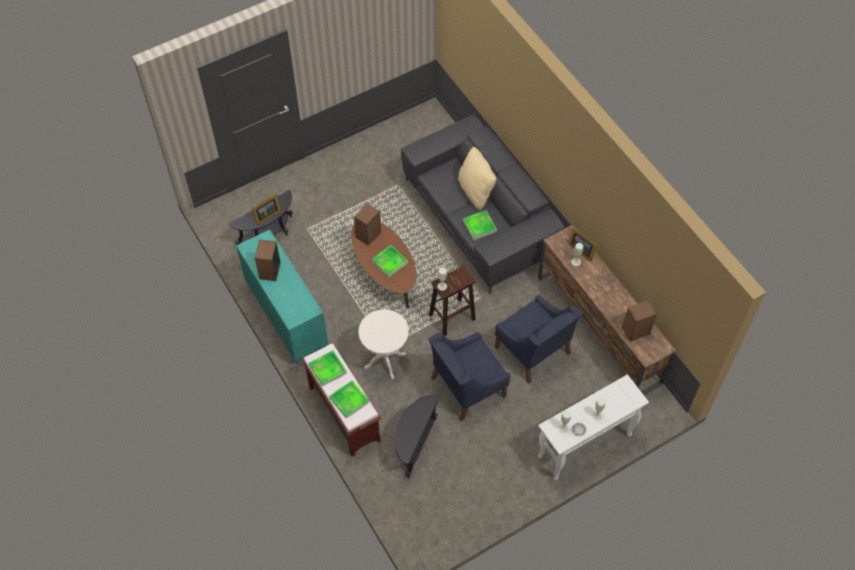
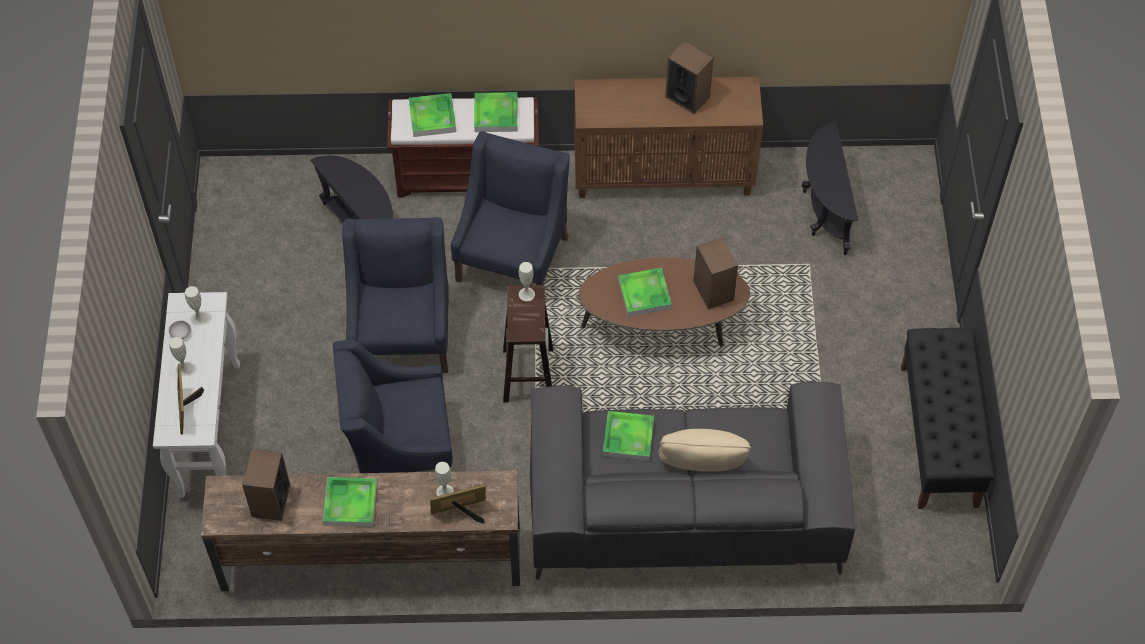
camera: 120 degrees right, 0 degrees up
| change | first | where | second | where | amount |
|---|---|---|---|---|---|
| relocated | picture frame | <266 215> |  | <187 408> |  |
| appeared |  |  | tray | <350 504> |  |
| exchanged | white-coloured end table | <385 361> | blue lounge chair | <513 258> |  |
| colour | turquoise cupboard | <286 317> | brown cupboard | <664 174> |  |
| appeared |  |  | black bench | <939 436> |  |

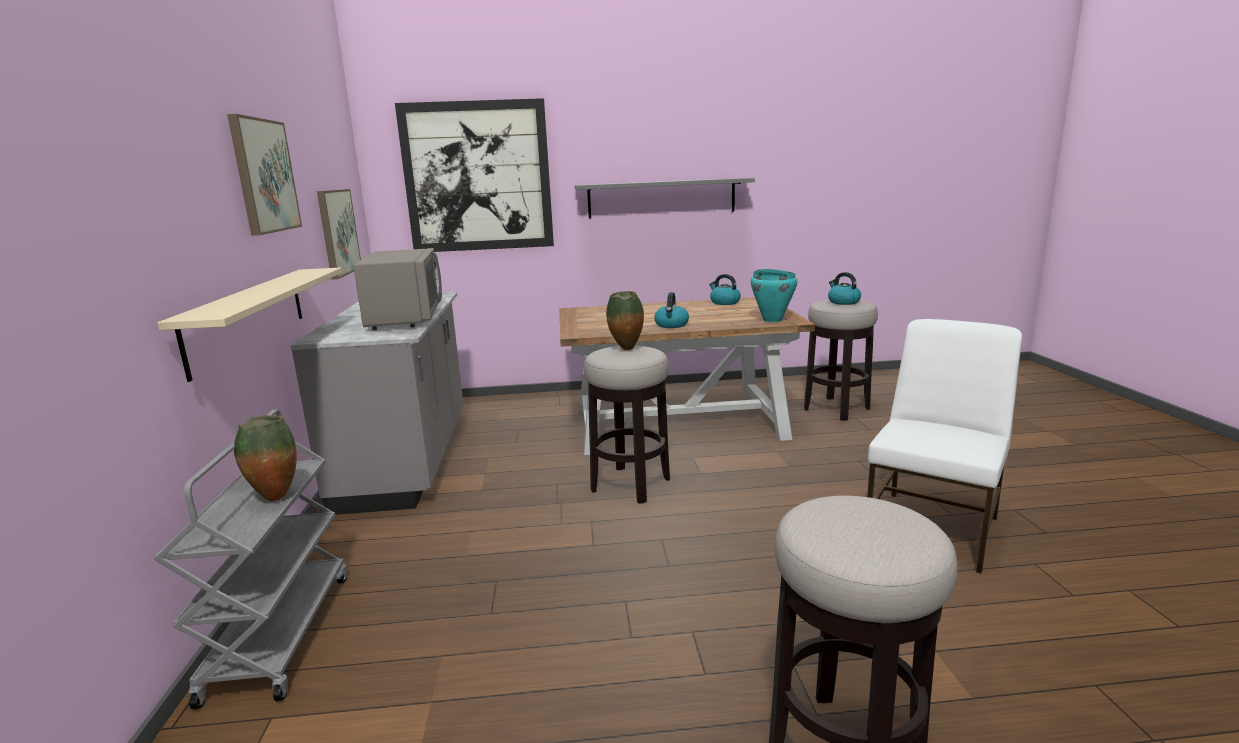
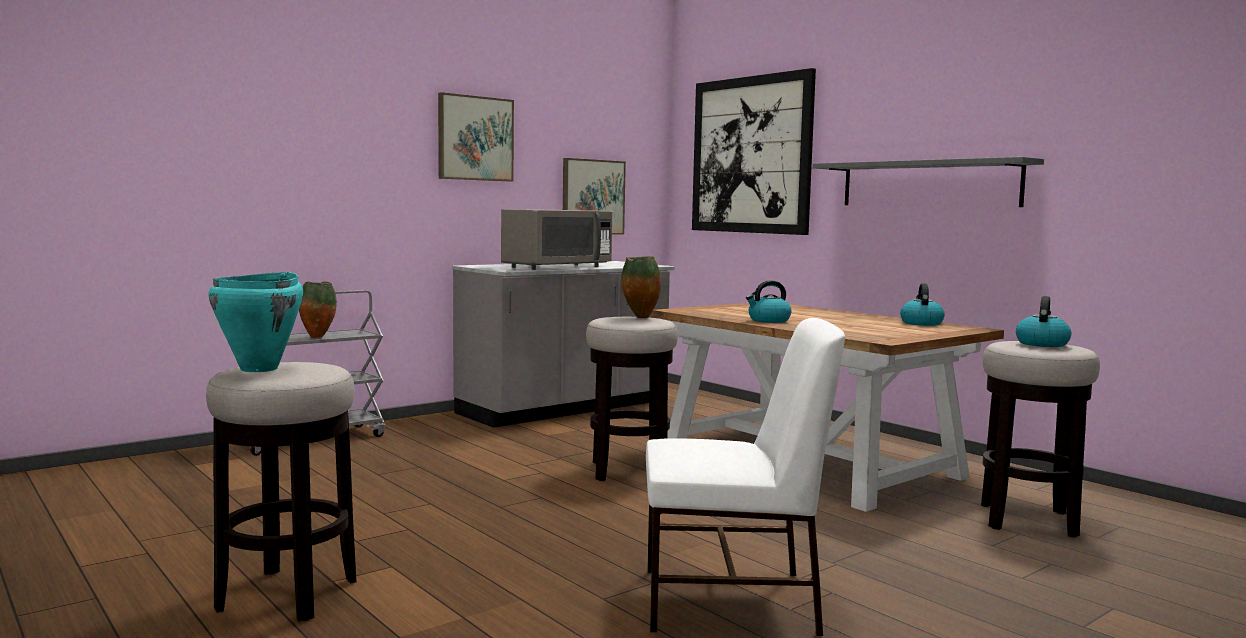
camera: 55 degrees right, 10 degrees down
| change | first | where | second | where | amount |
|---|---|---|---|---|---|
| relocated | turquoise cooking pot | <772 320> |  | <260 369> |  |
| missing | beige-coloured shelf | <248 317> |  |  |  |

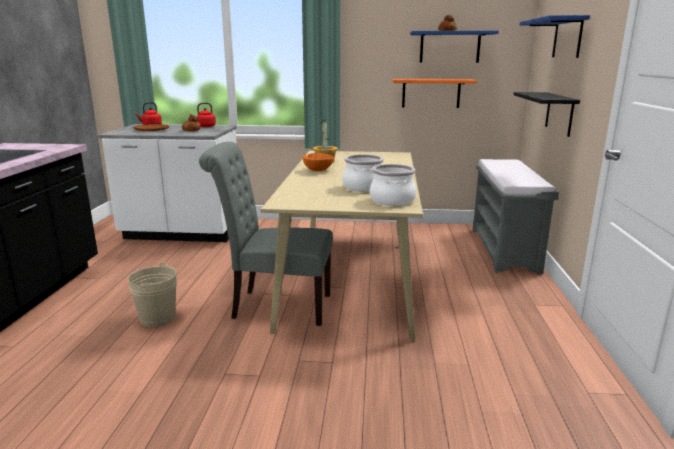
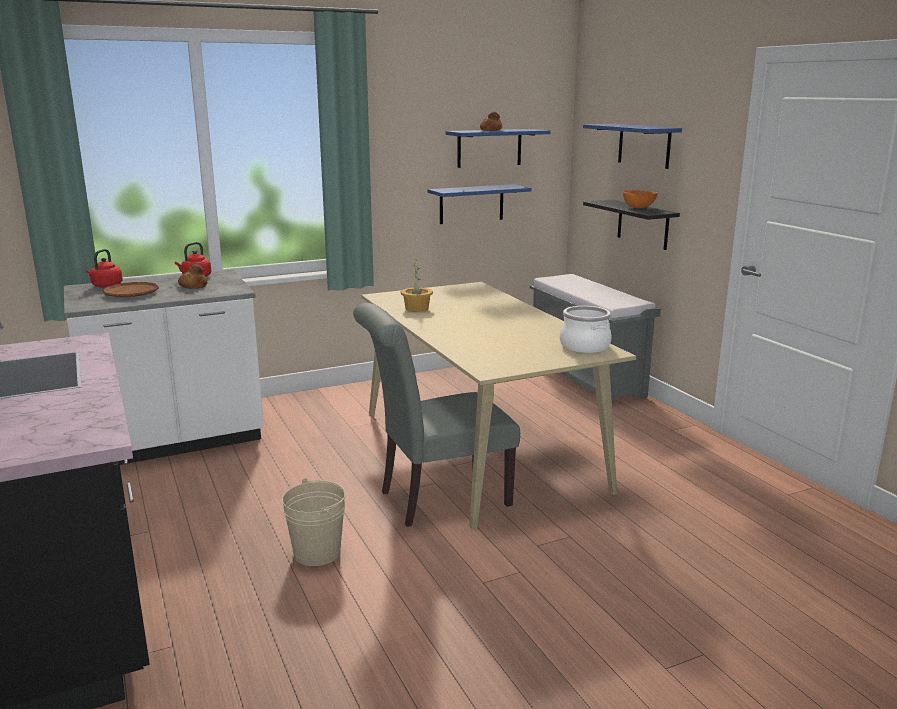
camera: 30 degrees left, 0 degrees up
| change | first | where | second | where | amount |
|---|---|---|---|---|---|
| colour | orange-coloured shelf | <431 93> | blue shelf | <471 204> |  |
| relocated | orange-coloured deep dish | <317 170> |  | <638 207> |  |
| missing | cooking pot | <362 187> |  |  |  |

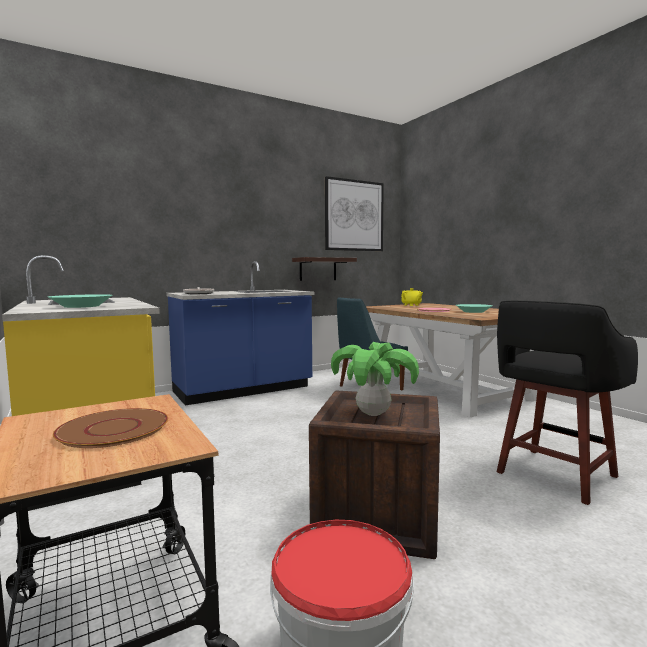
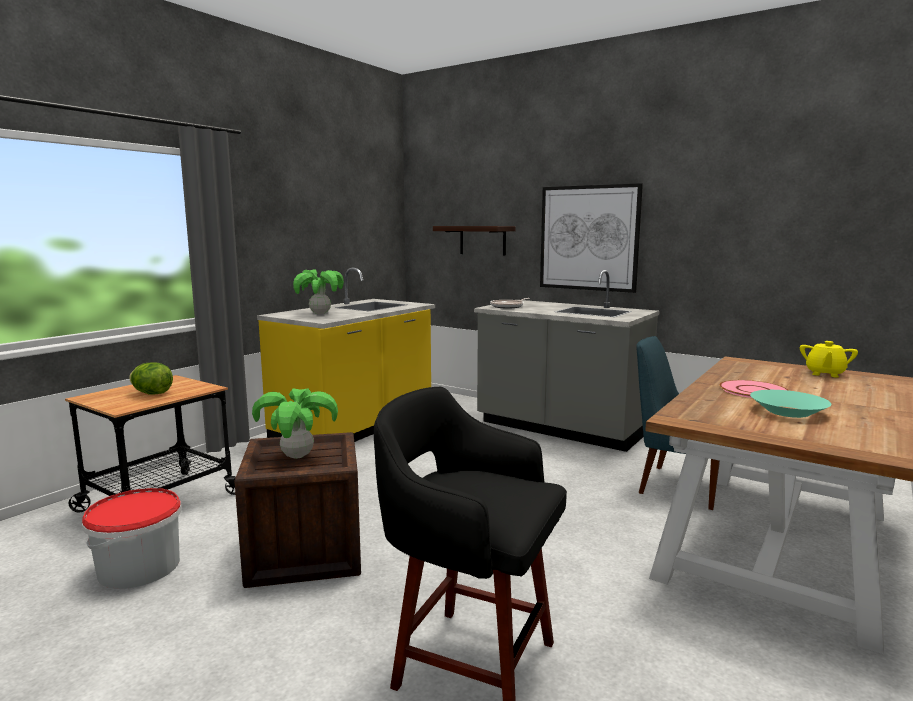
camera: 65 degrees right, 5 degrees up
| change | first | where | second | where | amount |
|---|---|---|---|---|---|
| exchanged | brown plate | <114 429> | lettuce head | <152 393> |  |
| exchanged | turquoise deep dish | <81 306> | plant in a pot | <320 313> |  |
| relocated | shelf | <318 269> |  | <482 240> |  |
| colour | blue counter | <243 390> | gray counter | <561 428> |  |
| relocated | wall picture | <354 215> |  | <588 238> |  |

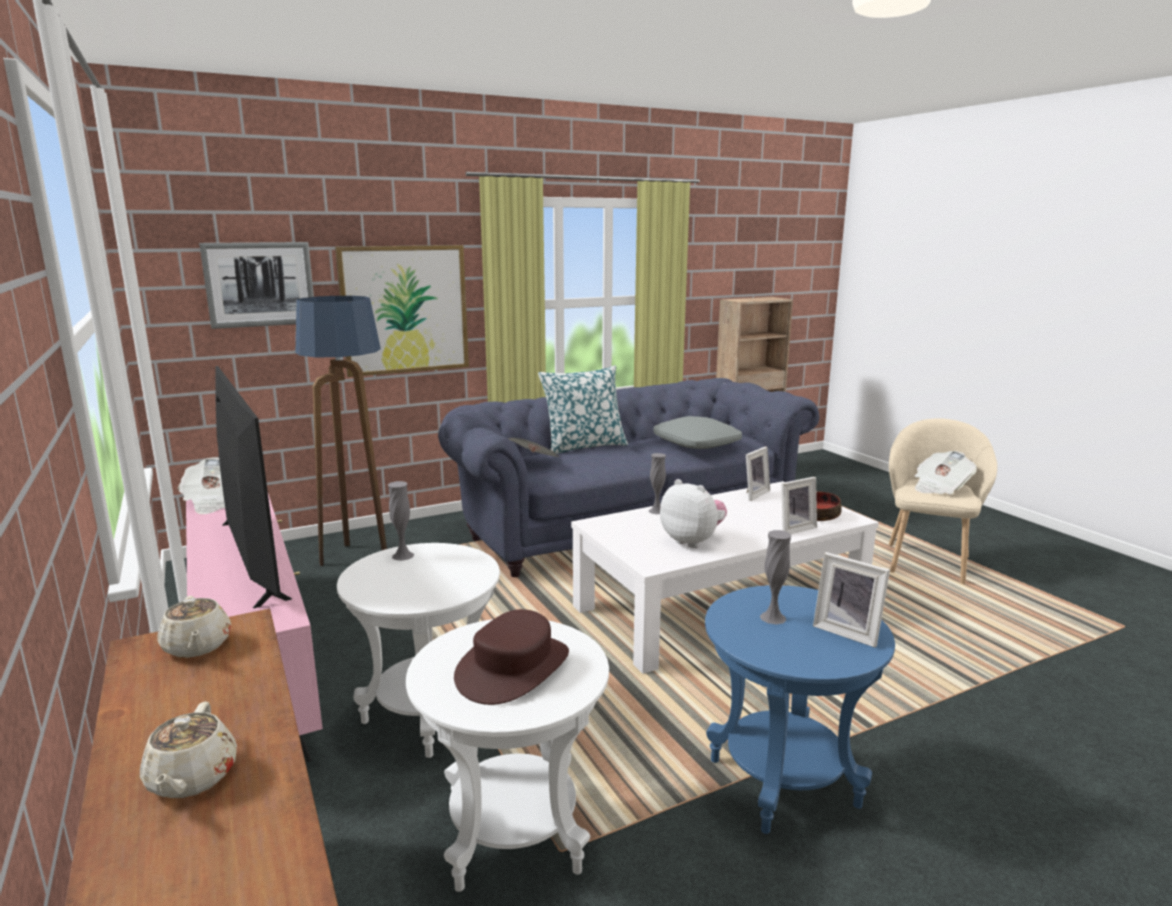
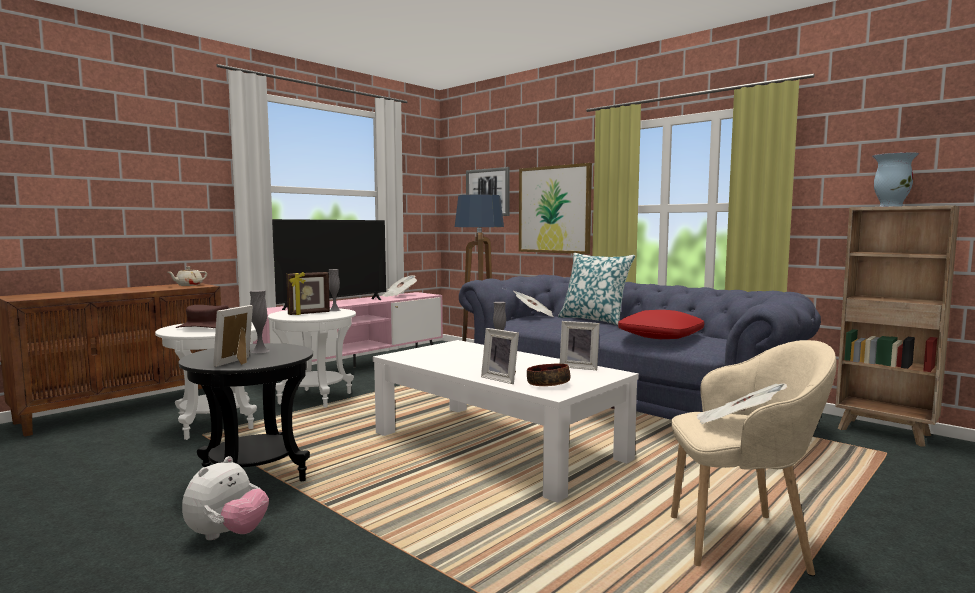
camera: 70 degrees right, 10 degrees down
| change | first | where | second | where | amount |
|---|---|---|---|---|---|
| colour | blue end table | <783 783> | black end table | <254 479> |  |
| relocated | cuddly toy | <692 541> |  | <227 535> |  |
| appeared |  |  | picture frame | <309 313> |  |
| colour | gray pillow | <696 443> | red pillow | <660 335> |  |
| appeared |  |  | flower vase | <890 206> |  |
| missing | beige-coloured teapot | <191 779> |  |  |  |

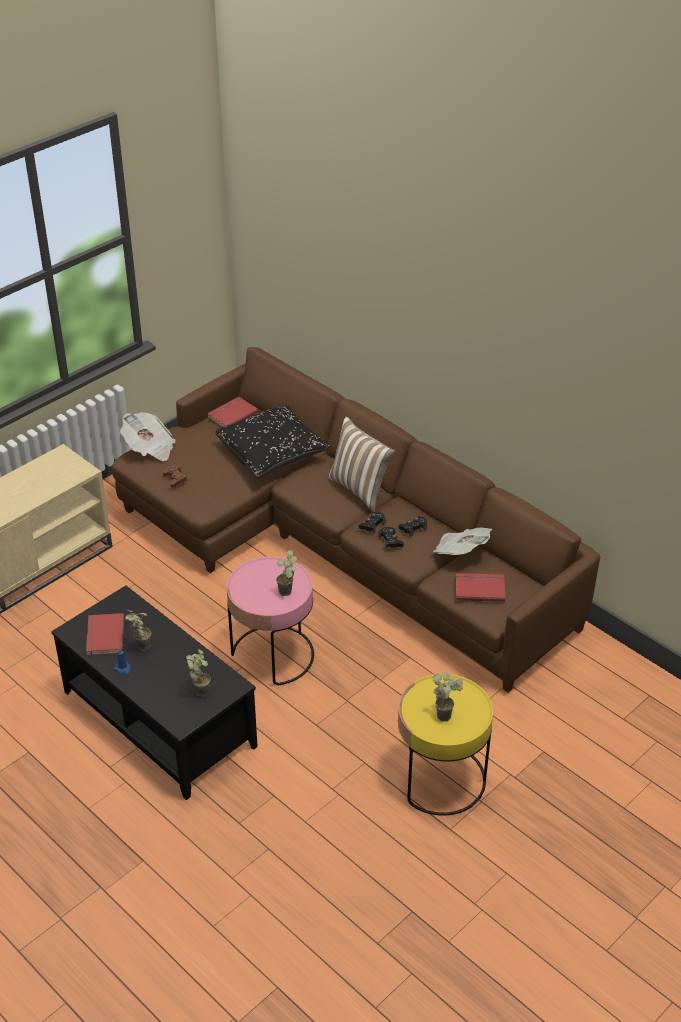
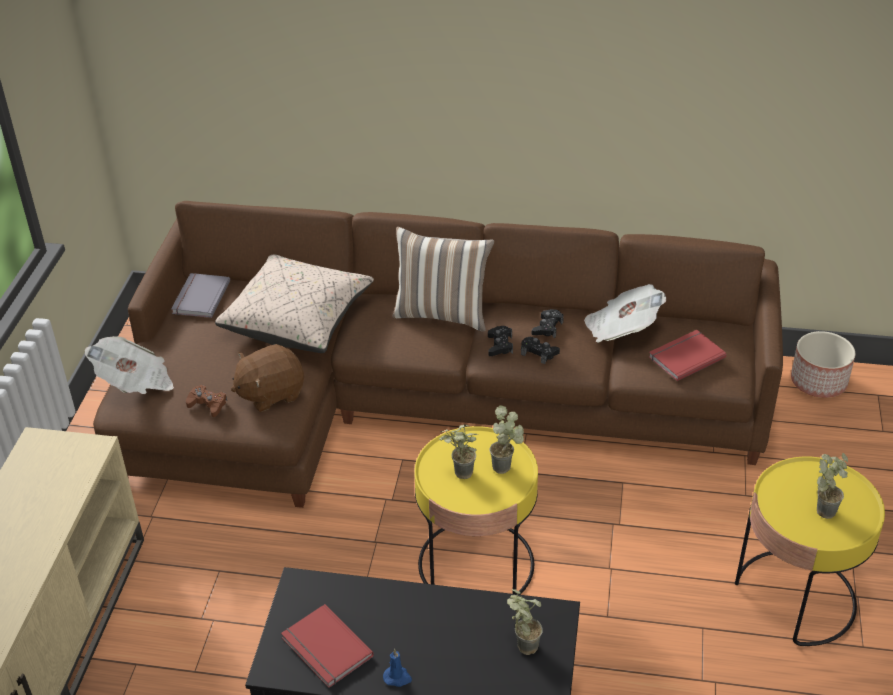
camera: 35 degrees left, 0 degrees up
| change | first | where | second | where | amount |
|---|---|---|---|---|---|
| colour | red book | <231 414> | gray book | <199 297> |  |
| colour | black pillow | <272 453> | beige-coloured pillow | <298 320> |  |
| appeared |  |  | brown cuddly toy | <270 393> |  |
| colour | pink-coloured end table | <273 655> | yellowish end table | <476 564> |  |
| relocated | plant in a pot | <139 646> |  | <459 475> |  |
| appeared |  |  | planter | <819 381> |  |

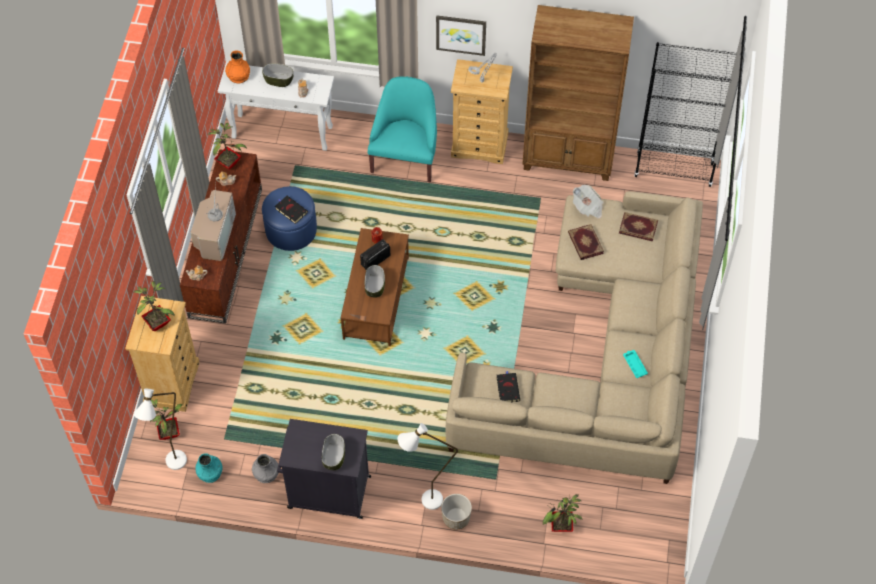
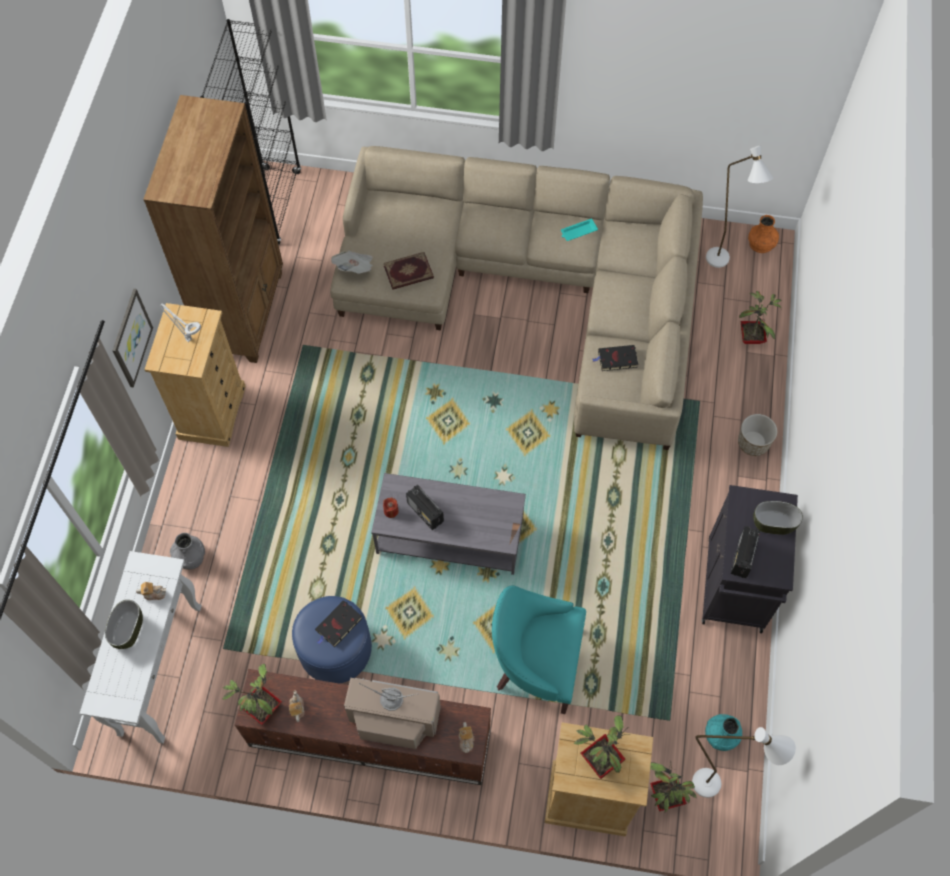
camera: 90 degrees left, 5 degrees up
| change | first | where | second | where | amount |
|---|---|---|---|---|---|
| relocated | gray flower vase | <266 473> |  | <190 557> |  |
| colour | brown lounge table | <376 299> | gray lounge table | <450 535> |  |
| relocated | turquoise lounge chair | <405 157> |  | <536 663> |  |
| relocated | white-coloured floor lamp | <424 502> |  | <721 265> |  |
| appeared |  |  | radio | <742 557> |  |
| relocated | orange-coloured flower vase | <238 76> |  | <761 244> |  |
| missing | deep dish | <374 286> |  |  |  |
| missing | book | <638 227> |  |  |  |

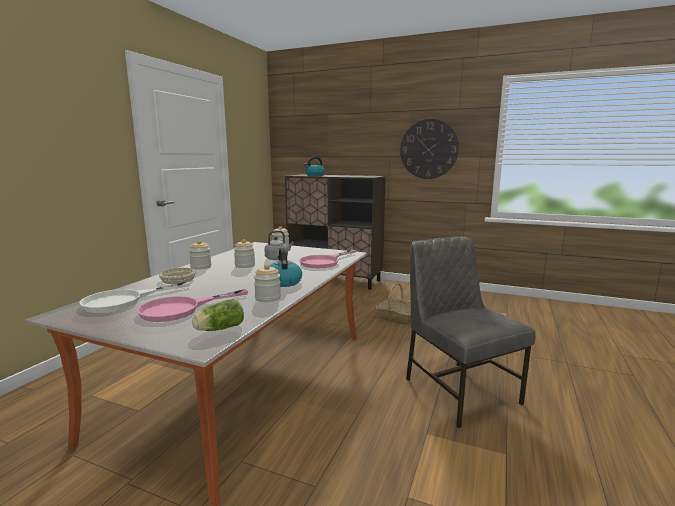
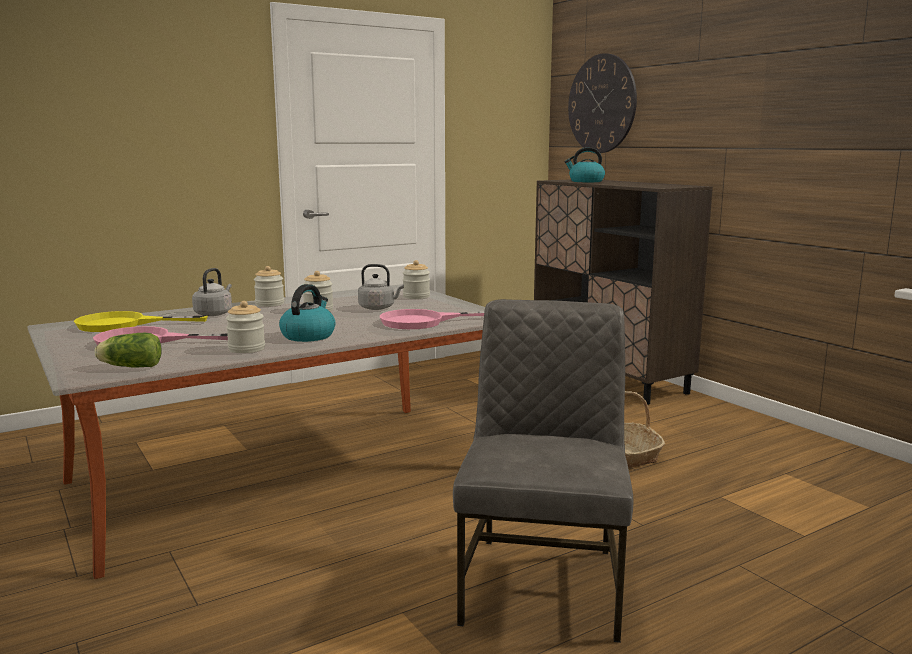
camera: 35 degrees right, 0 degrees up
| change | first | where | second | where | amount |
|---|---|---|---|---|---|
| colour | white-coloured pan | <124 300> | yellowish pan | <123 324> |  |
| exchanged | beige-coloured deep dish | <178 280> | gray kettle | <214 313> |  |
| relocated | wall clock | <429 149> |  | <602 104> |  |

